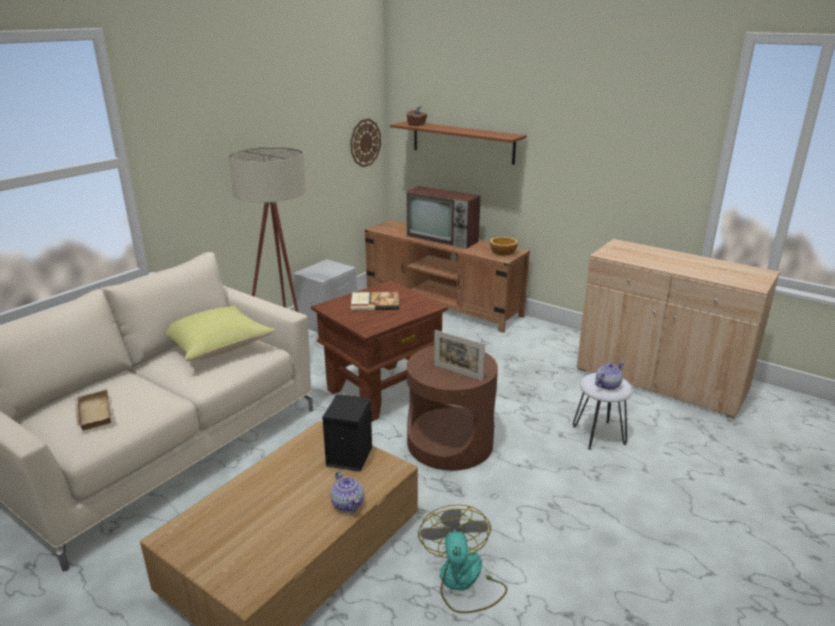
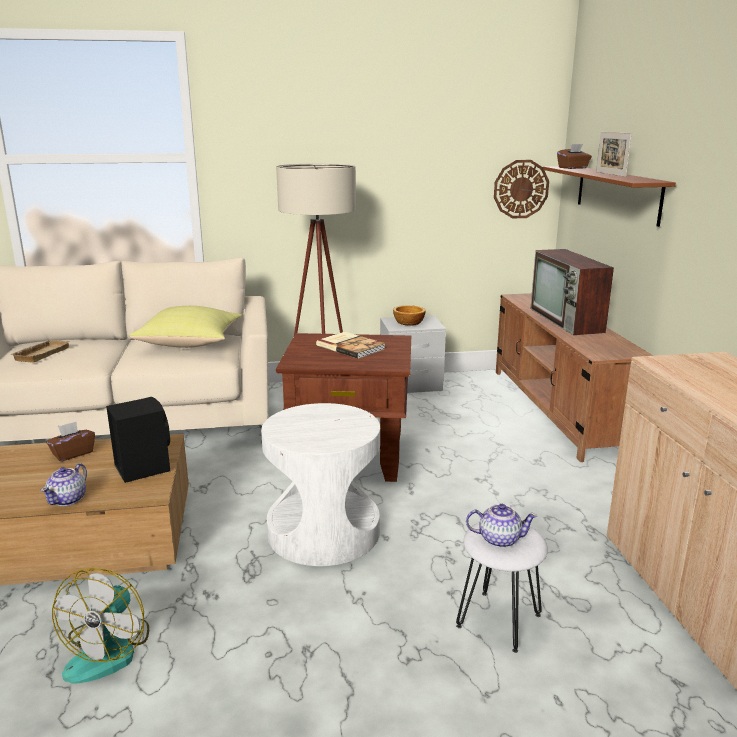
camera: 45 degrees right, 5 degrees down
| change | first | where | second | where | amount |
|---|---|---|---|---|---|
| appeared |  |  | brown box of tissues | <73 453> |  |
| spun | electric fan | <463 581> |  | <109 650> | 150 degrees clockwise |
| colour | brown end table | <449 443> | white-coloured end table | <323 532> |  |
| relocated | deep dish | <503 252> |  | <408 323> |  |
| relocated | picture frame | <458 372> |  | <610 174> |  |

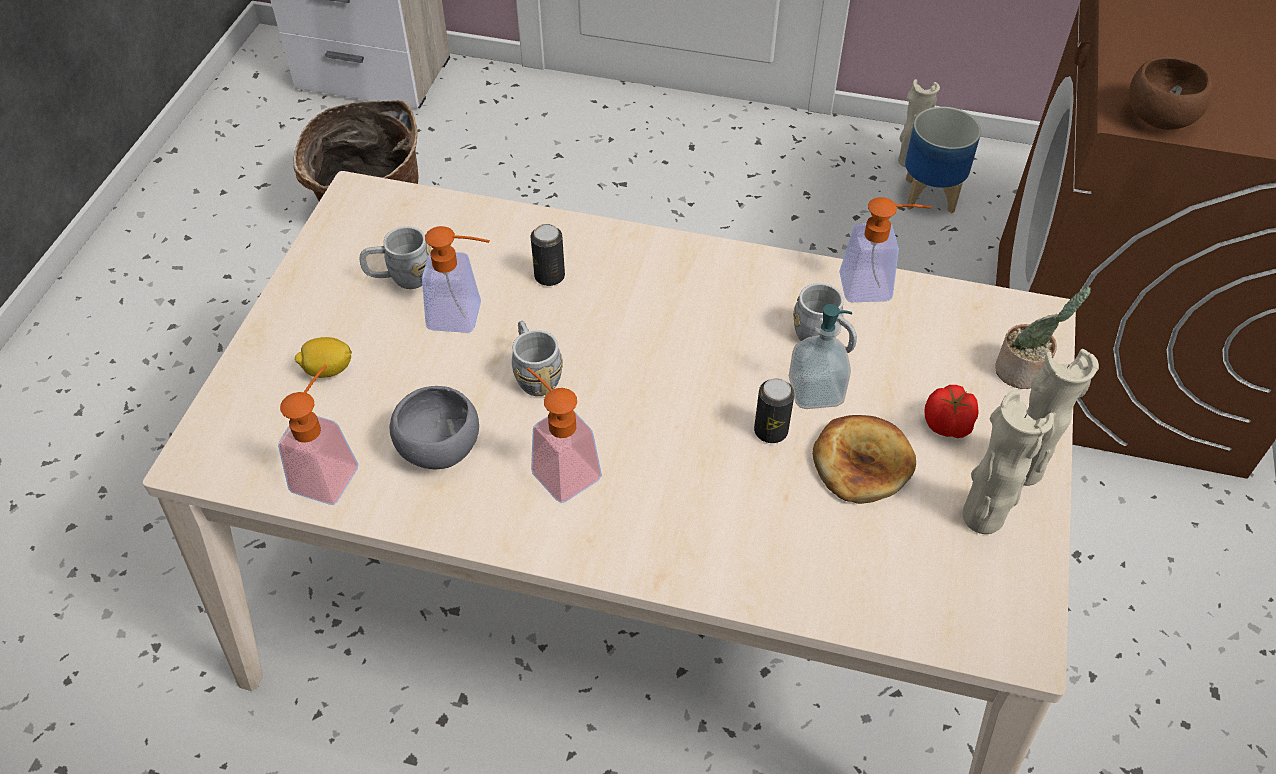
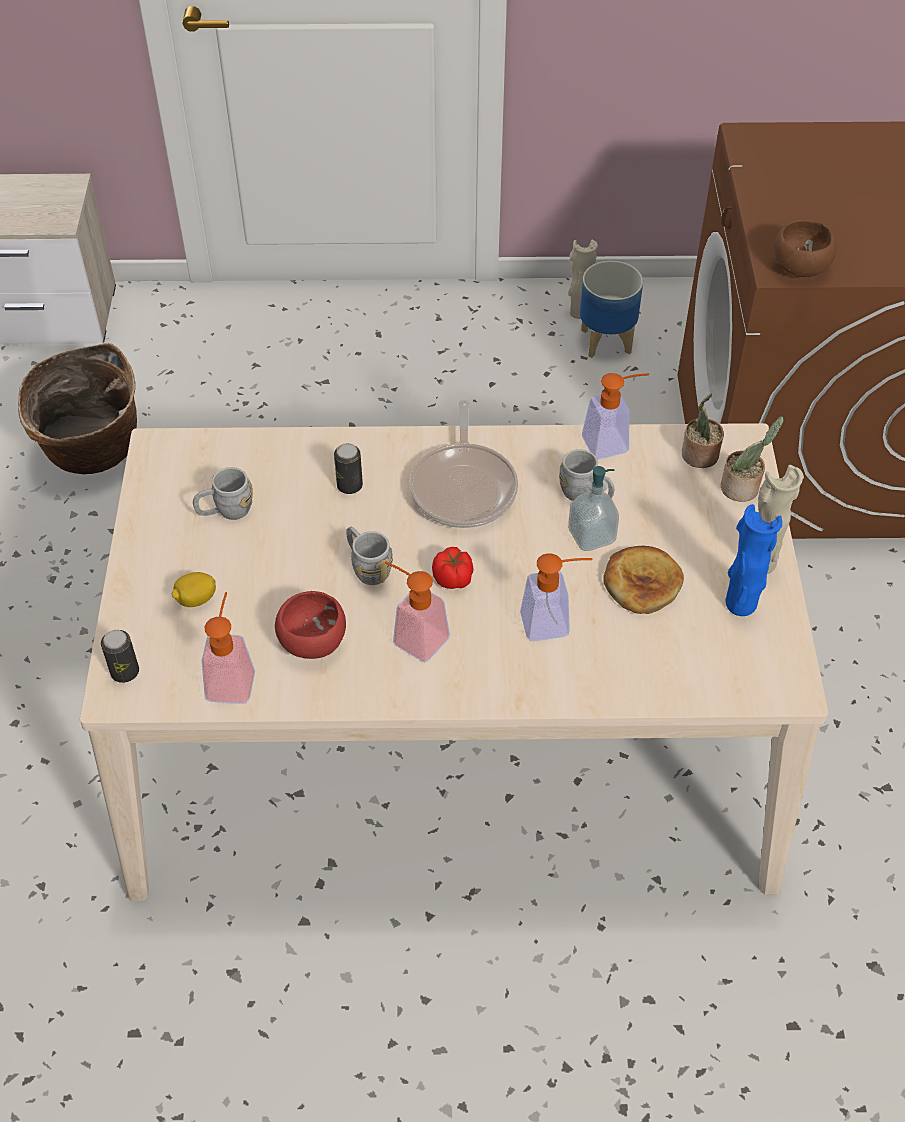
camera: 15 degrees left, 0 degrees up
| change | first | where | second | where | amount |
|---|---|---|---|---|---|
| relocated | sealed can | <770 431> |  | <125 672> |  |
| colour | gray deep dish | <440 450> | red deep dish | <314 643> |  |
| appeared |  |  | pan | <464 487> |  |
| relocated | fresh tomato | <948 425> |  | <453 579> |  |
| relocated | soap bottle | <465 316> |  | <554 622> |  |
| appeared |  |  | plant in a pot | <699 456> |  |
| colour | beige-coloured flower vase | <983 516> | blue flower vase | <741 603> |  |

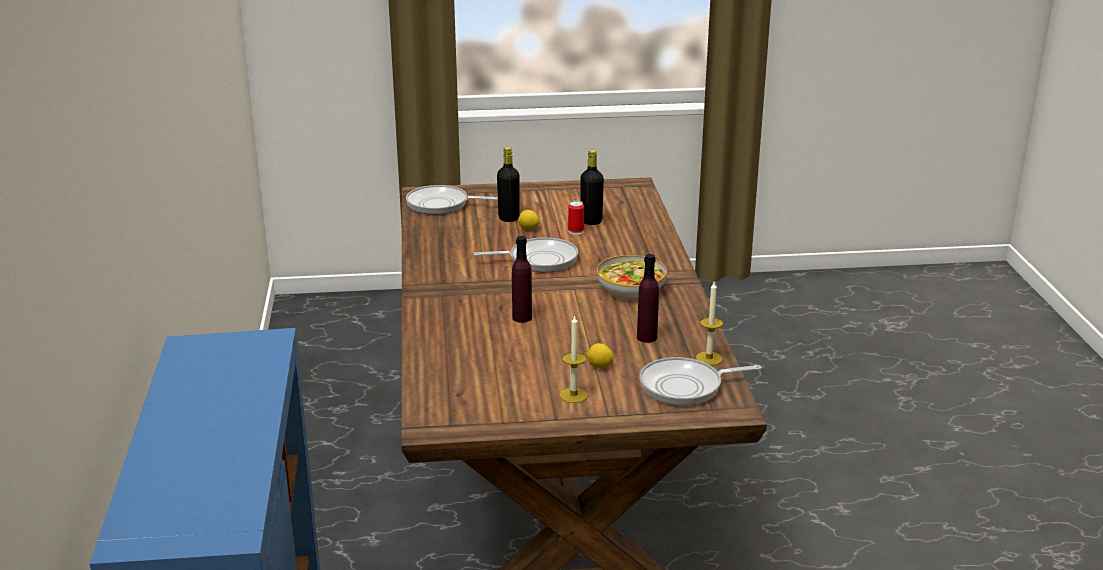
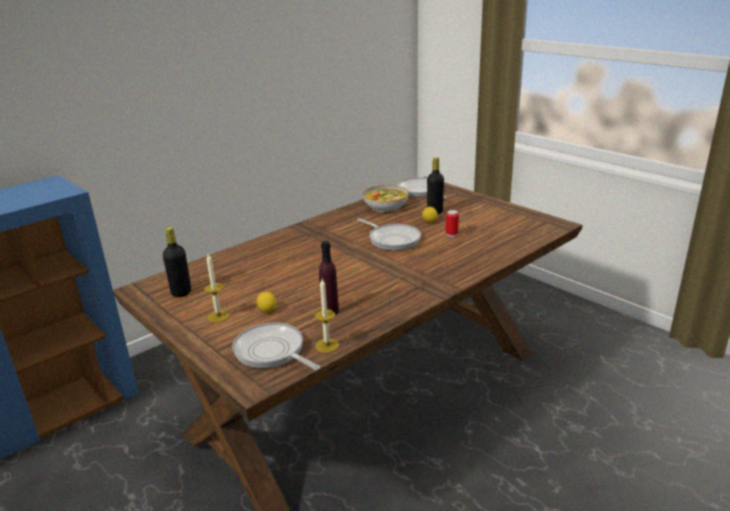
camera: 55 degrees right, 0 degrees up
| change | first | where | second | where | amount |
|---|---|---|---|---|---|
| relocated | black bottle | <591 221> |  | <181 292> |  |
| relocated | deep dish | <630 289> |  | <385 206> |  |
| missing | purple bottle | <522 317> |  |  |  |

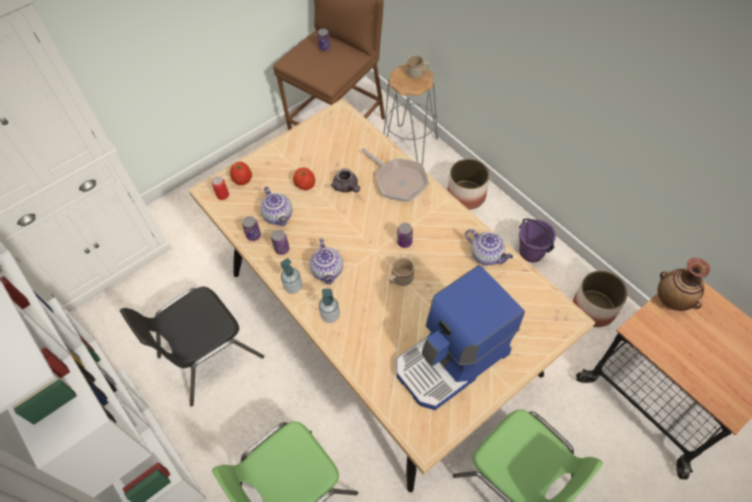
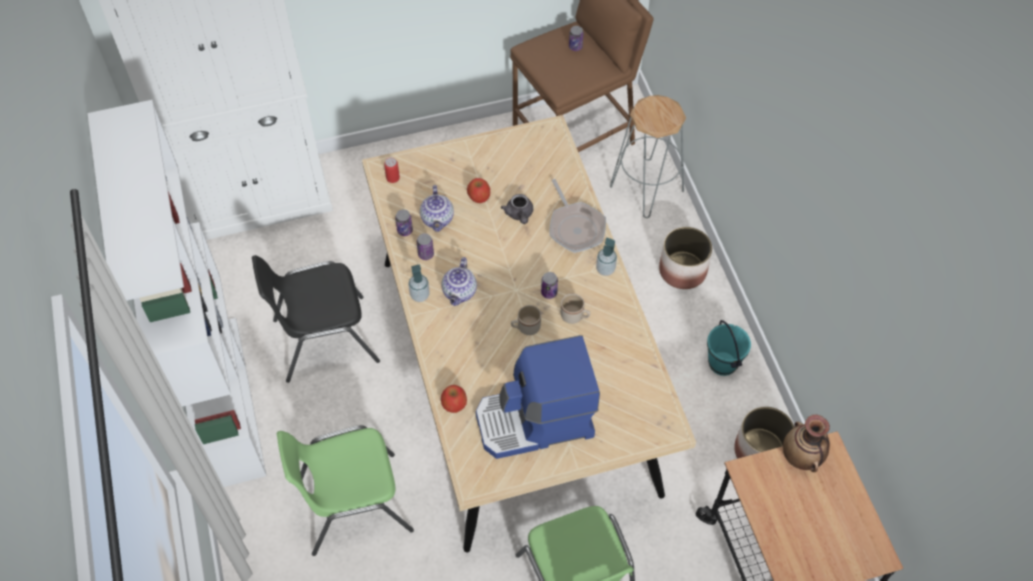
camera: 20 degrees right, 0 degrees up
| change | first | where | second | where | amount |
|---|---|---|---|---|---|
| relocated | apple | <242 178> |  | <454 403> |  |
| relocated | beige-coloured tea mug | <417 73> |  | <575 316> |  |
| relocated | soap bottle | <330 316> |  | <605 269> |  |
| colour | purple bucket | <531 252> | turquoise bucket | <723 363> |  |
| missing | teapot | <487 255> |  |  |  |

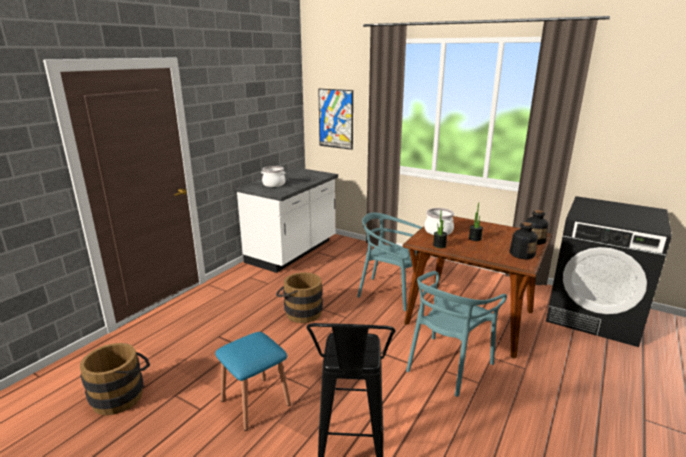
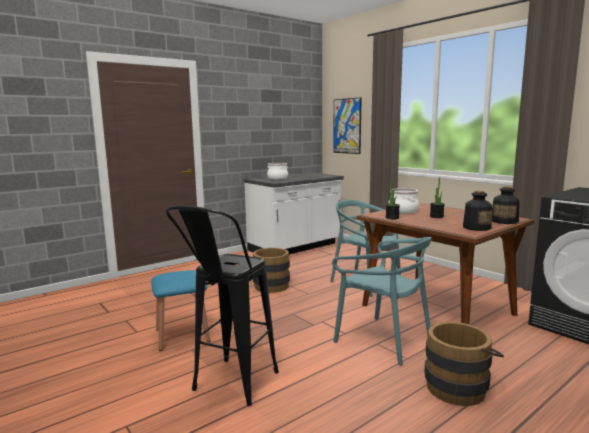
camera: 20 degrees right, 10 degrees down
| change | first | where | second | where | amount |
|---|---|---|---|---|---|
| spun | turquoise plain chair | <448 365> |  | <383 340> | 105 degrees counterclockwise |
| relocated | brown bucket | <122 394> |  | <459 386> |  |

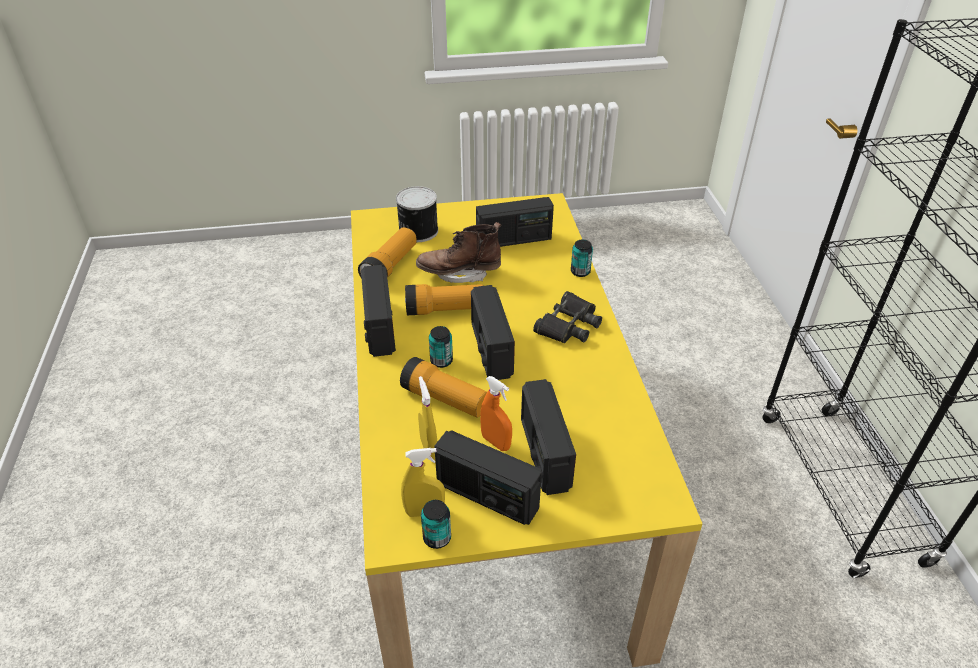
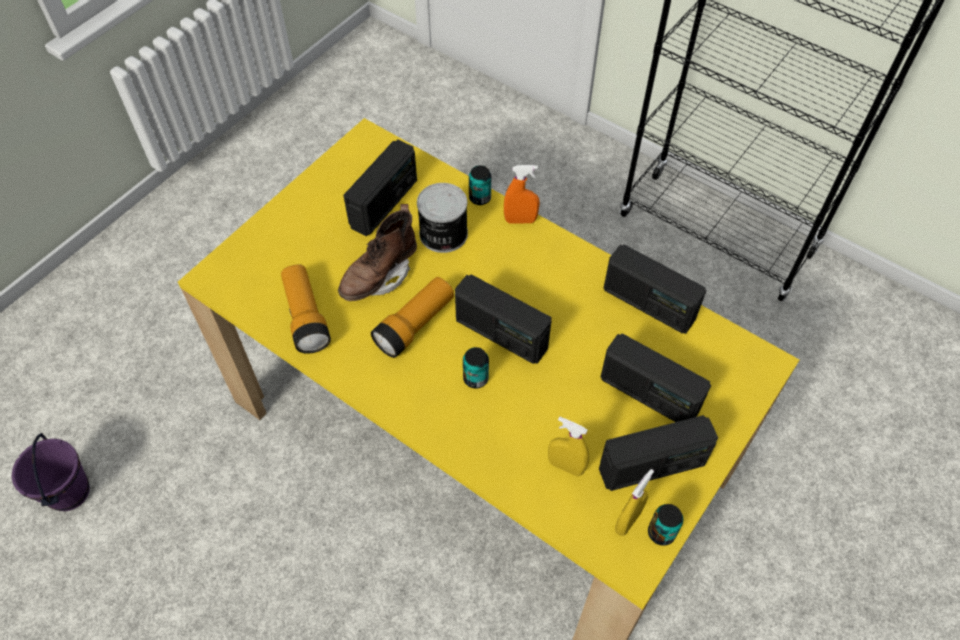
camera: 45 degrees left, 15 degrees up
| change | first | where | second | where | amount |
|---|---|---|---|---|---|
| appeared |  |  | purple bucket | <68 492> |  |
| relocated | sealed can | <417 231> |  | <442 234> |  |
| relocated | orange-coloured spray bottle | <496 442> |  | <520 220> |  |
| relocated | radio | <379 327> |  | <648 304> |  |
| missing | hand torch | <445 400> |  |  |  |
| missing | black pair of binoculars | <568 324> |  |  |  |

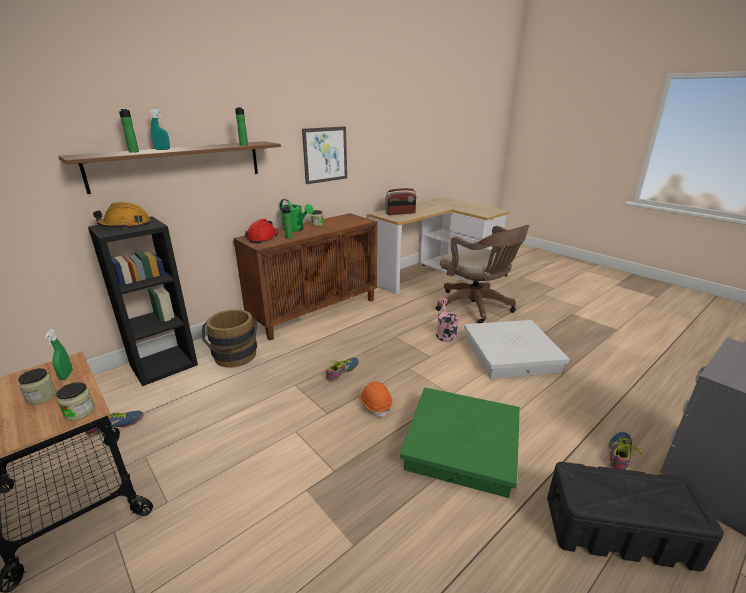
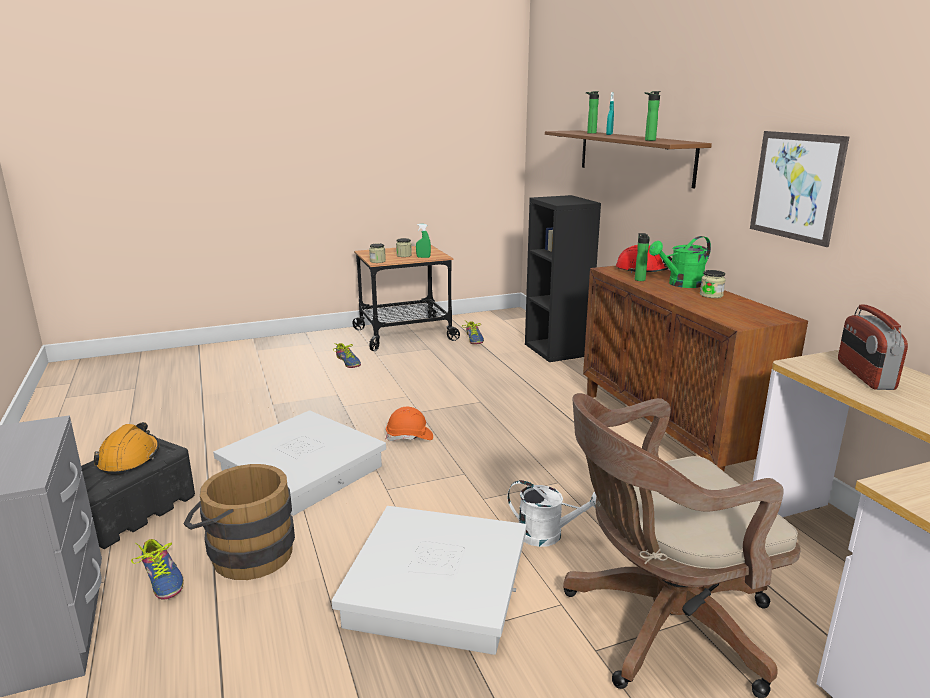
camera: 110 degrees right, 5 degrees down
| change | first | where | second | where | amount |
|---|---|---|---|---|---|
| relocated | orange-coloured safety helmet | <125 225> |  | <129 458> |  |
| relocated | brown bucket | <235 358> |  | <245 554> |  |
| colour | green storage container | <461 445> | white-coloured storage container | <303 470> |  |
| relocated | low shoe | <342 371> |  | <348 362> |  |
| colour | pink-coloured watering pot | <445 333> | white-coloured watering pot | <548 535> |  |

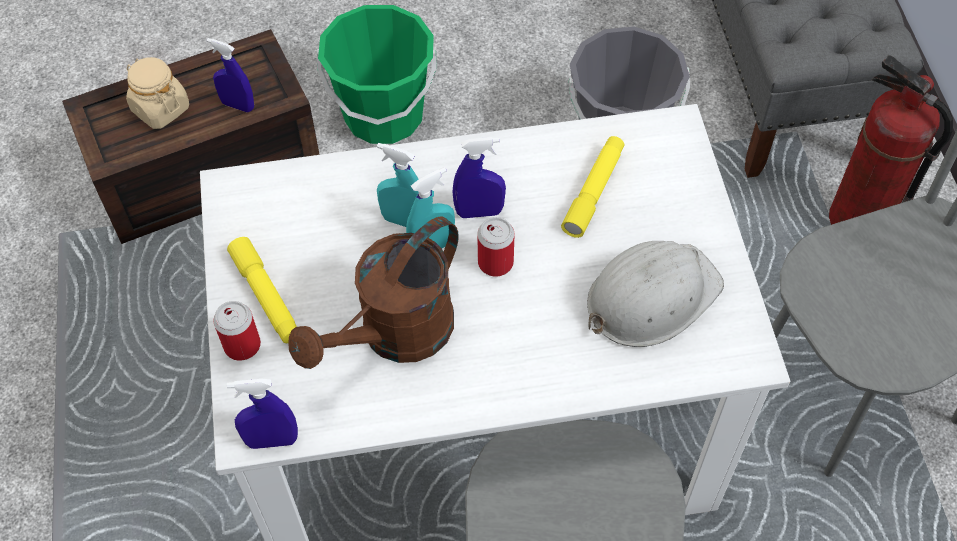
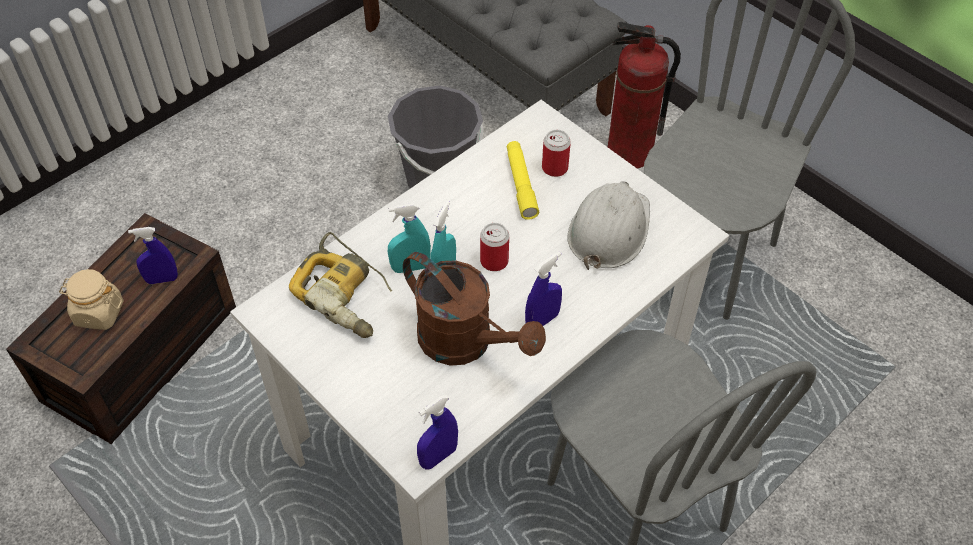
camera: 35 degrees left, 5 degrees down
| change | first | where | second | where | amount |
|---|---|---|---|---|---|
| appeared |  |  | electric drill | <346 294> |  |
| spun | brown watering pot | <395 336> |  | <466 343> | 60 degrees counterclockwise |
| relocated | blue spray bottle | <479 212> |  | <542 320> |  |
| relocated | sealed can | <242 345> |  | <554 168> |  |
| missing | yellowish hand torch | <266 296> |  |  |  |
| missing | green bucket | <383 115> |  |  |  |

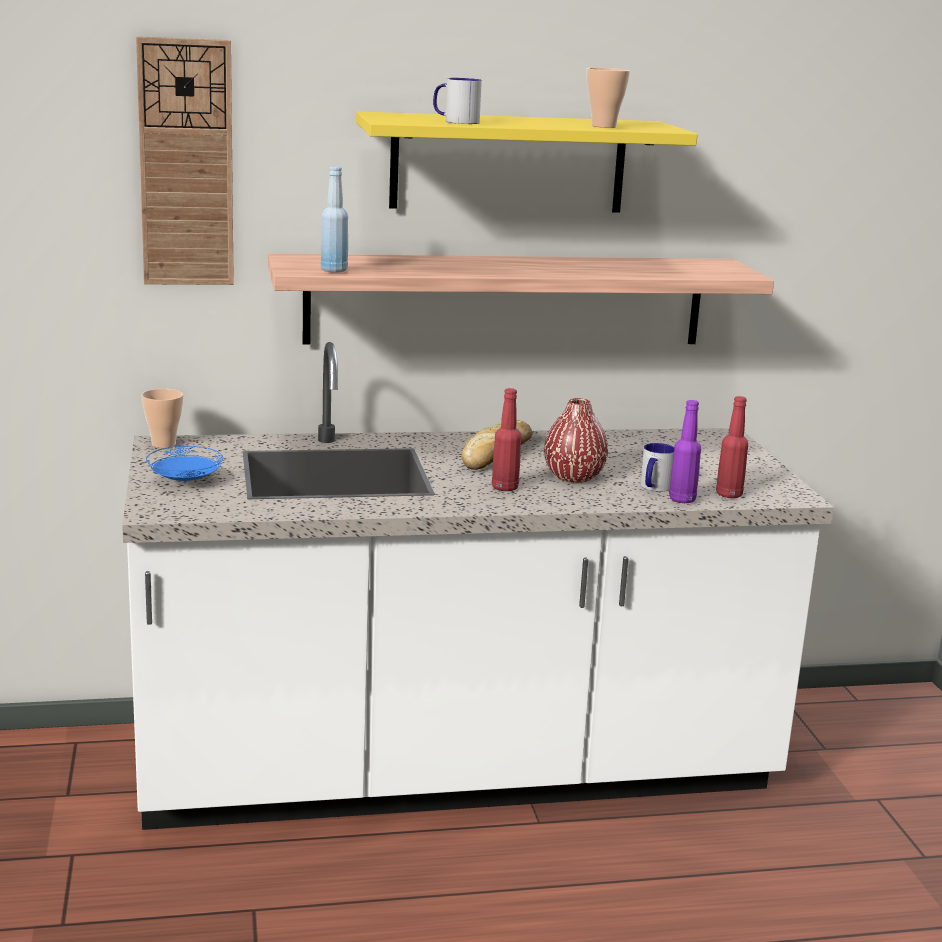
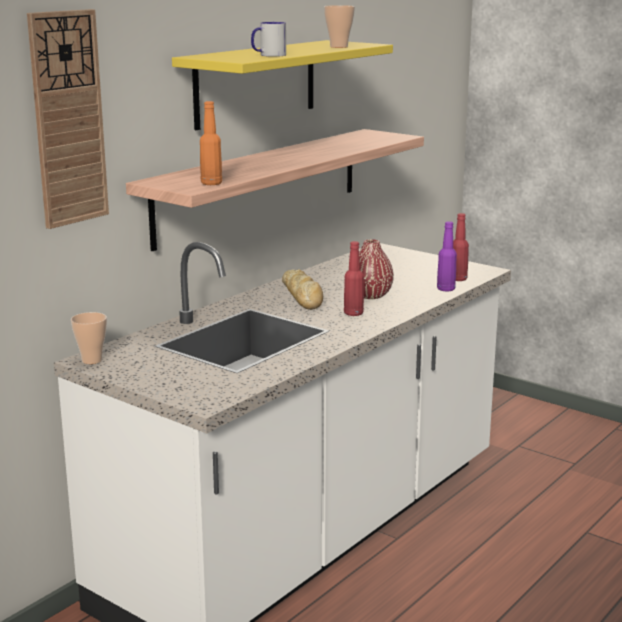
camera: 40 degrees left, 0 degrees up
| change | first | where | second | where | amount |
|---|---|---|---|---|---|
| colour | blue bottle | <333 270> | orange-coloured bottle | <211 183> |  |
| missing | blue plate | <185 481> |  |  |  |
| missing | tea mug | <654 488> |  |  |  |

